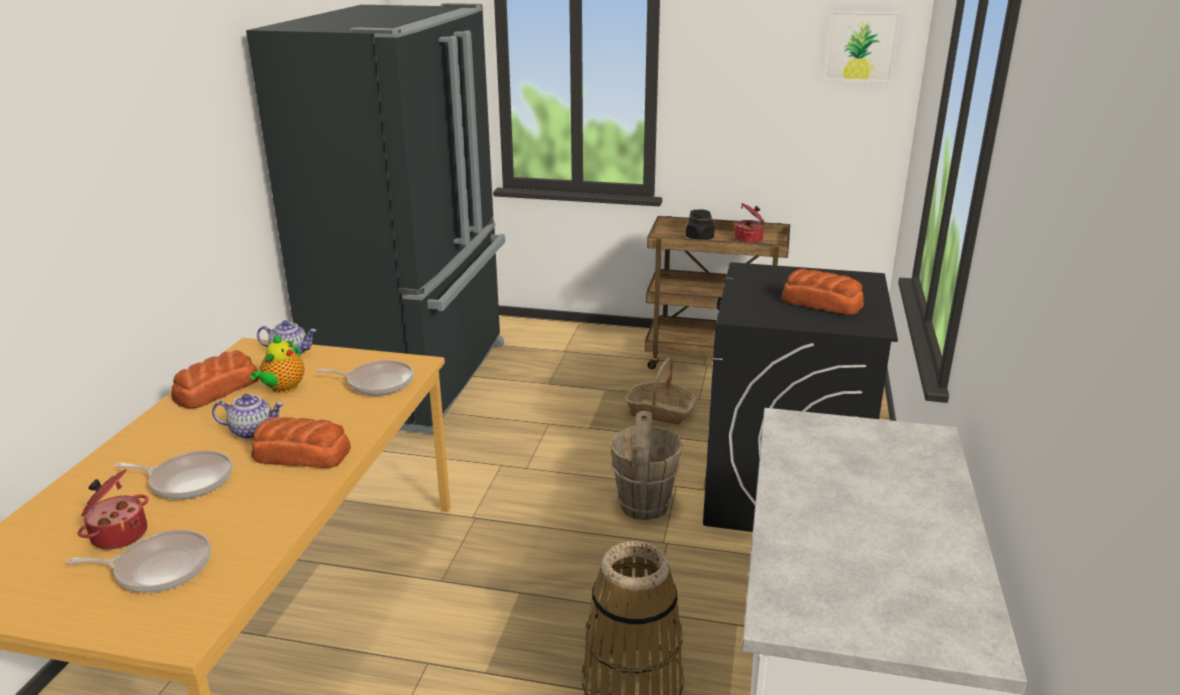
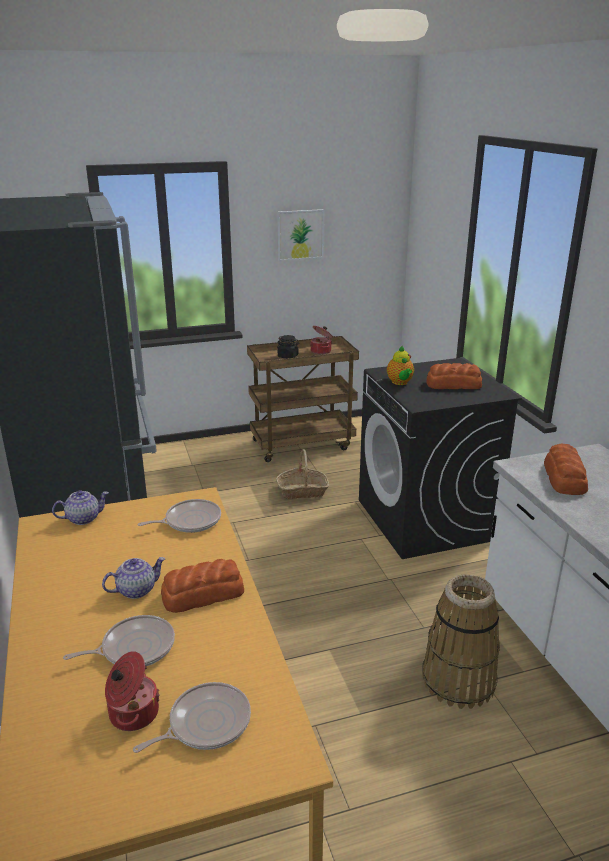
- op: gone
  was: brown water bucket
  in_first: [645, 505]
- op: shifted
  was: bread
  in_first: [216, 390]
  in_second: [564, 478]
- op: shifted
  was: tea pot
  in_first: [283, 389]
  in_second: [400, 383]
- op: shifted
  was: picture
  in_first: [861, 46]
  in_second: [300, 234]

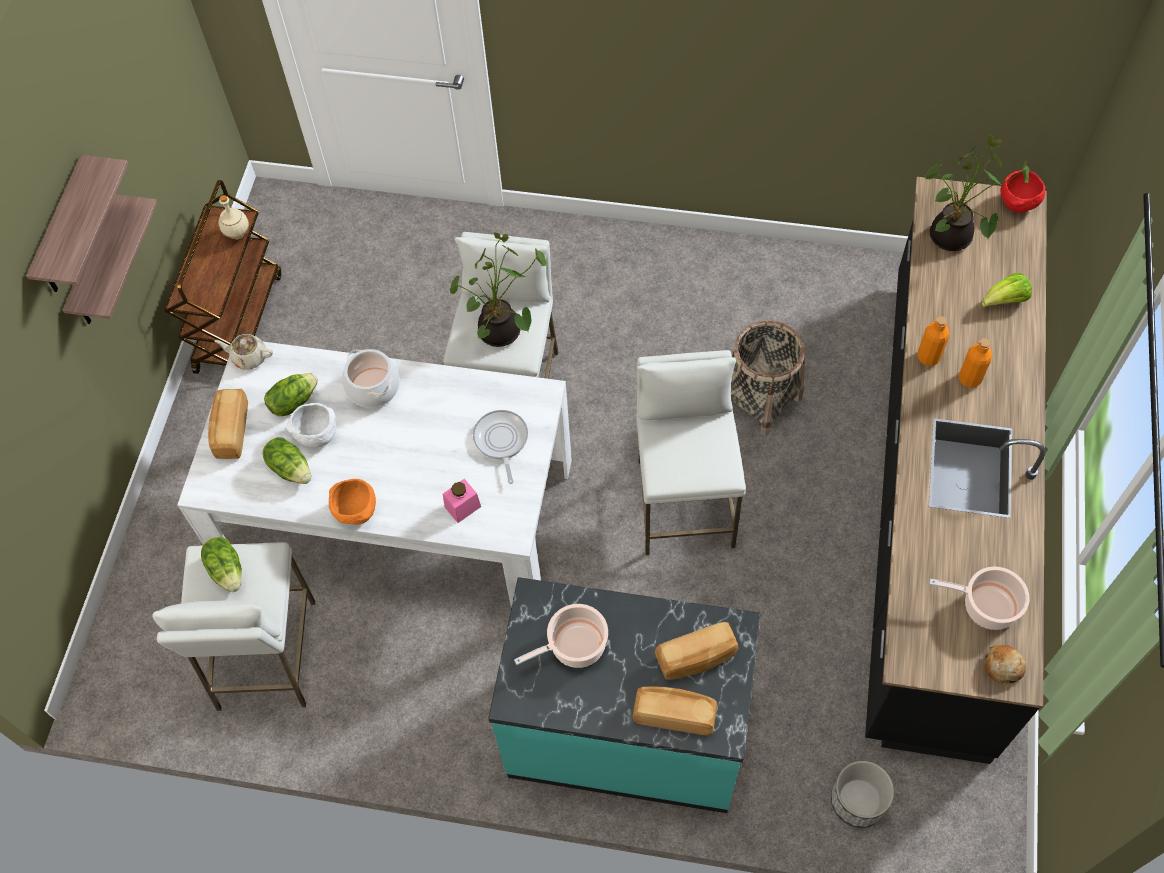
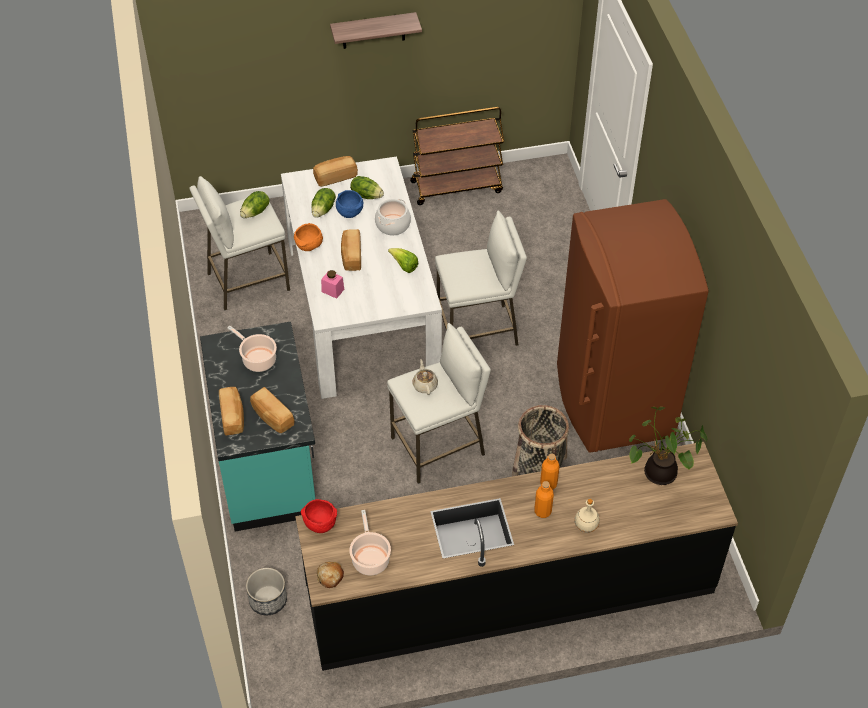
- op: gone
  was: bracket shelf
  in_first: [96, 266]
- op: gone
  was: houseplant
  in_first: [502, 333]
- op: gone
  was: skillet
  in_first: [501, 441]
- op: new
  now: bread
  in_second: [351, 256]
- op: new
  now: brown refrigerator
  in_second: [612, 402]
- op: shifted
  was: sand-coloured tea pot
  in_first: [249, 357]
  in_second: [425, 385]
- op: shifted
  was: sand-coloured beverage bottle
  in_first: [237, 234]
  in_second: [585, 527]
- op: shifted
  was: lettuce head
  in_first: [1004, 301]
  in_second: [404, 266]
- op: shifted
  was: red deep dish
  in_first: [1017, 204]
  in_second: [319, 524]
- op: repainted
  was: white-coloured deep dish
  now: blue deep dish
  in_first: [316, 436]
  in_second: [349, 212]

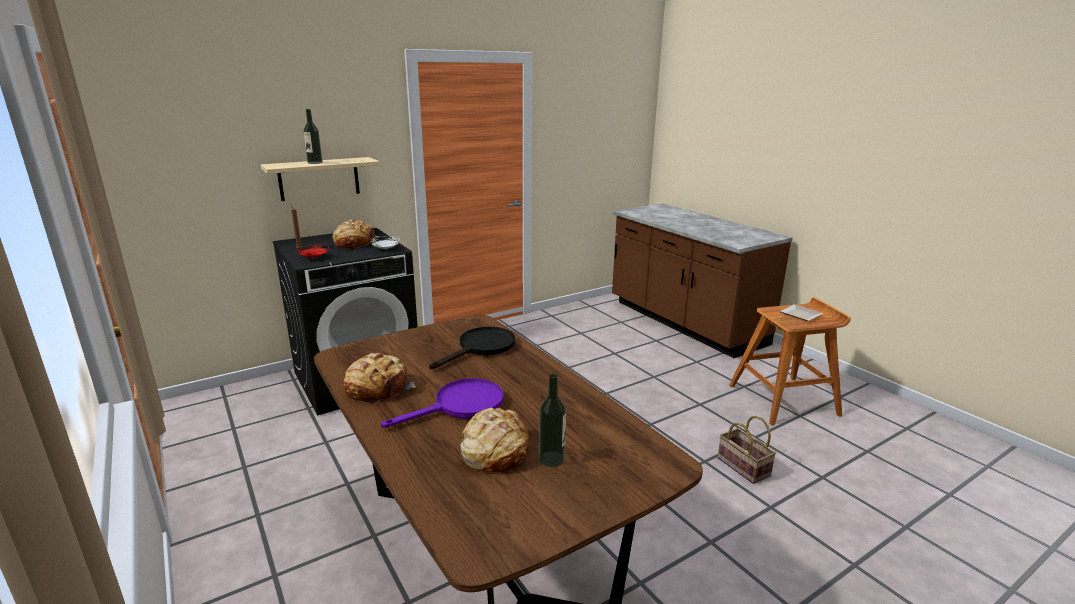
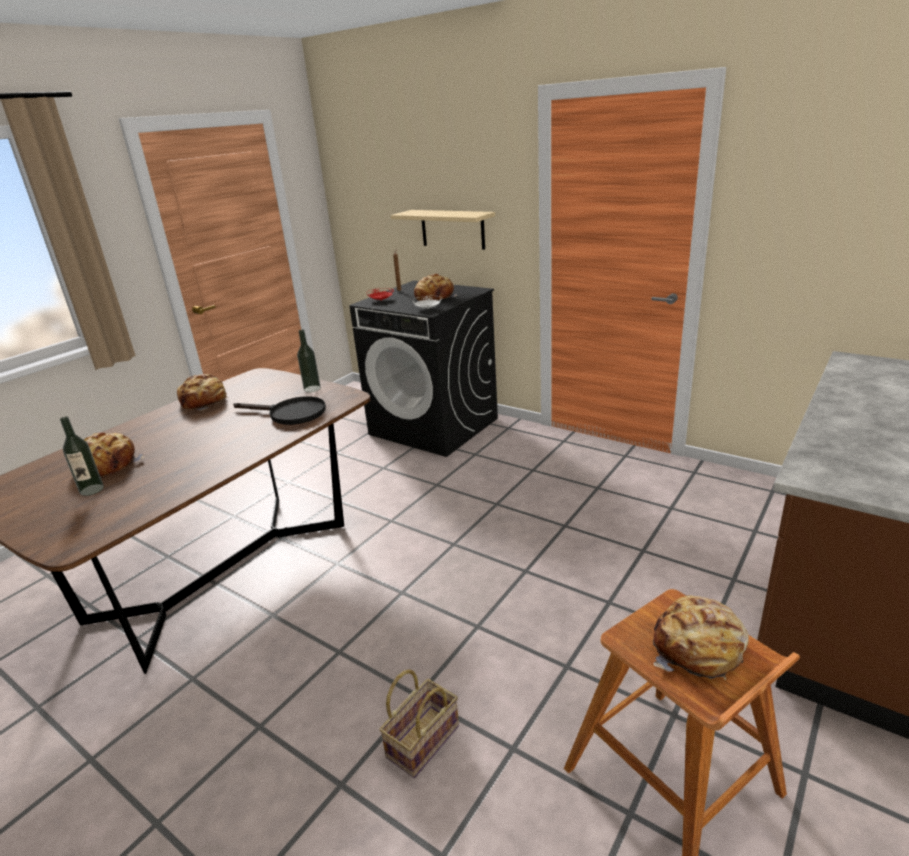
- op: gone
  was: purplish skillet
  in_first: [460, 406]
- op: shifted
  was: beverage bottle
  in_first: [315, 162]
  in_second: [312, 389]
- op: swapped
  was: dinner plate
  now: bread
  in_first: [800, 314]
  in_second: [698, 648]

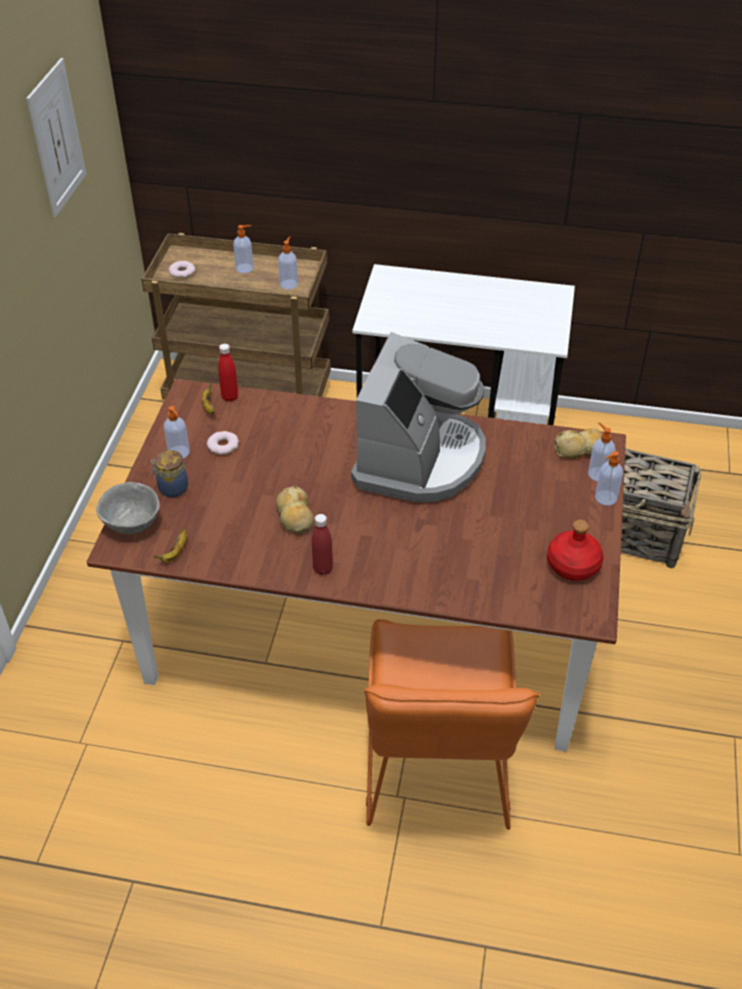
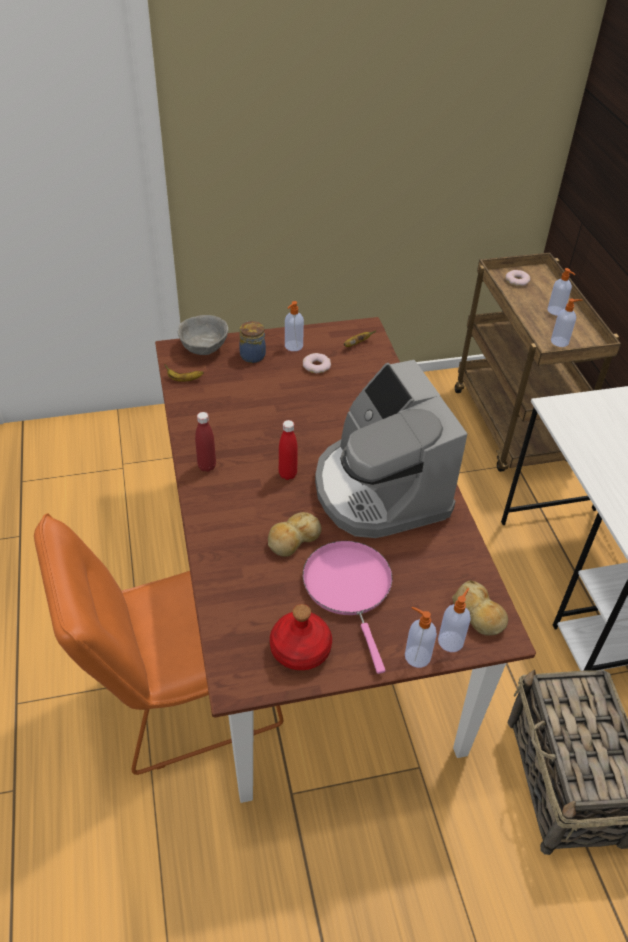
- op: gone
  was: picture
  in_first: [56, 138]
- op: new
  now: pinkish skillet
  in_second: [349, 588]
- op: shifted
  was: red beverage bottle
  in_first: [230, 397]
  in_second: [287, 474]
- op: shifted
  was: bread
  in_first: [295, 516]
  in_second: [293, 539]
- op: rotated
  was: coffee brewer
  in_first: [419, 459]
  in_second: [379, 490]
  clockwise: 75

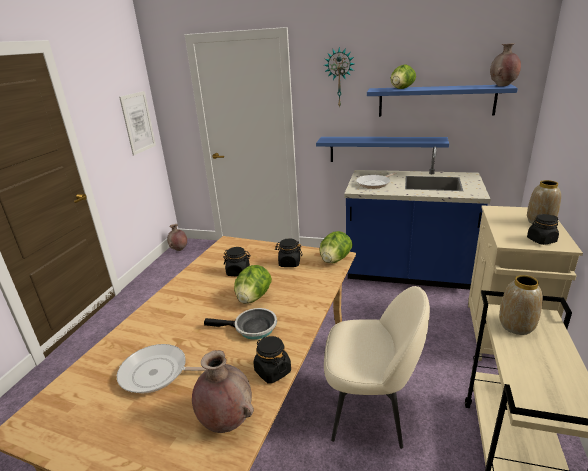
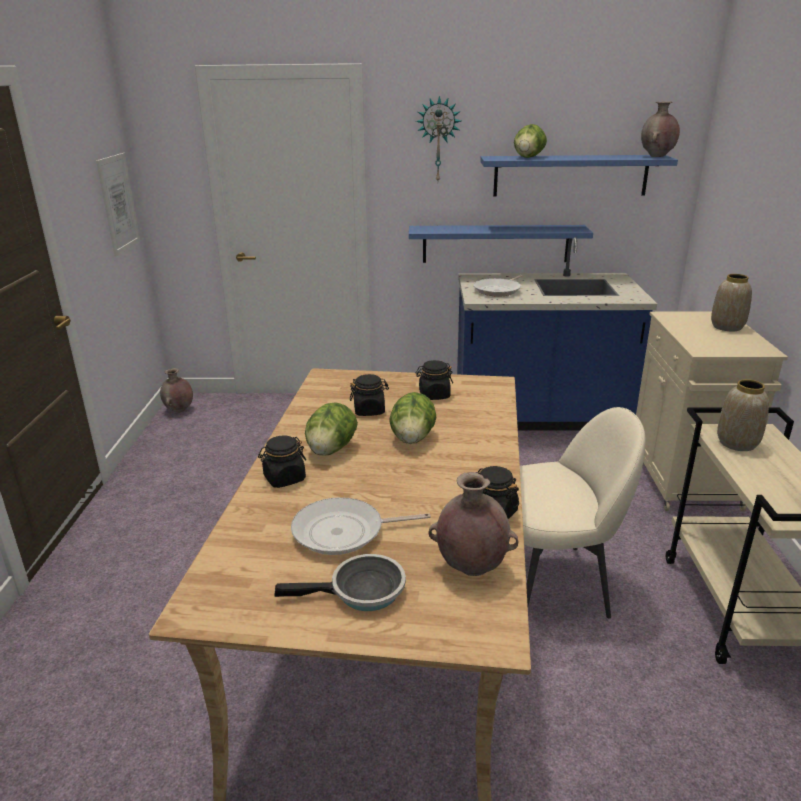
- op: shifted
  was: skillet
  in_first: [252, 328]
  in_second: [361, 592]
- op: shifted
  was: lettuce head
  in_first: [335, 260]
  in_second: [331, 450]
- op: shifted
  was: black-coloured storage jar
  in_first: [541, 240]
  in_second: [284, 478]

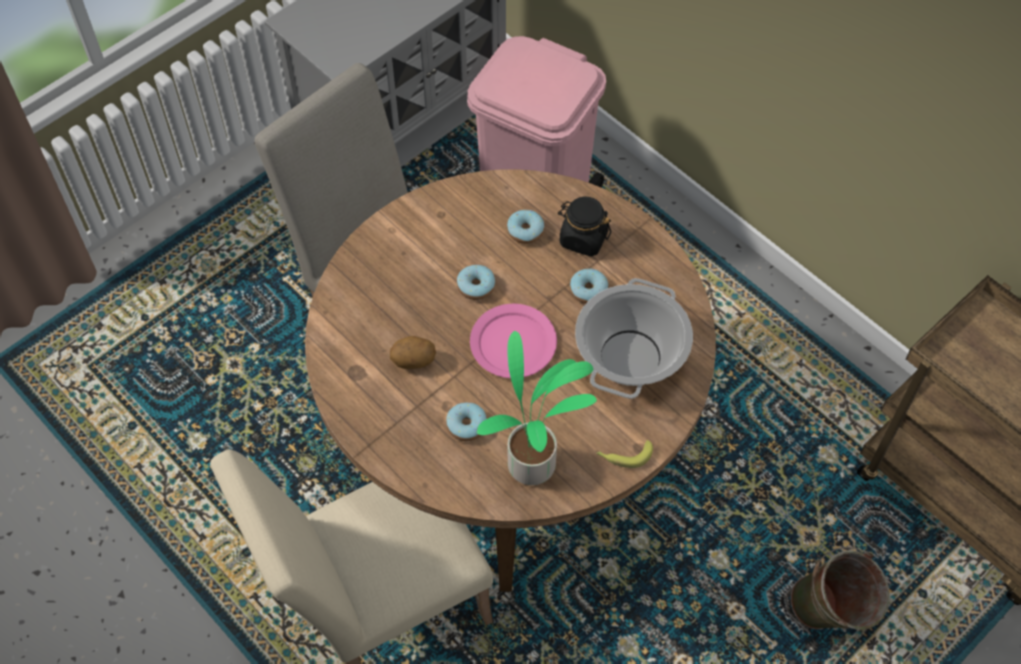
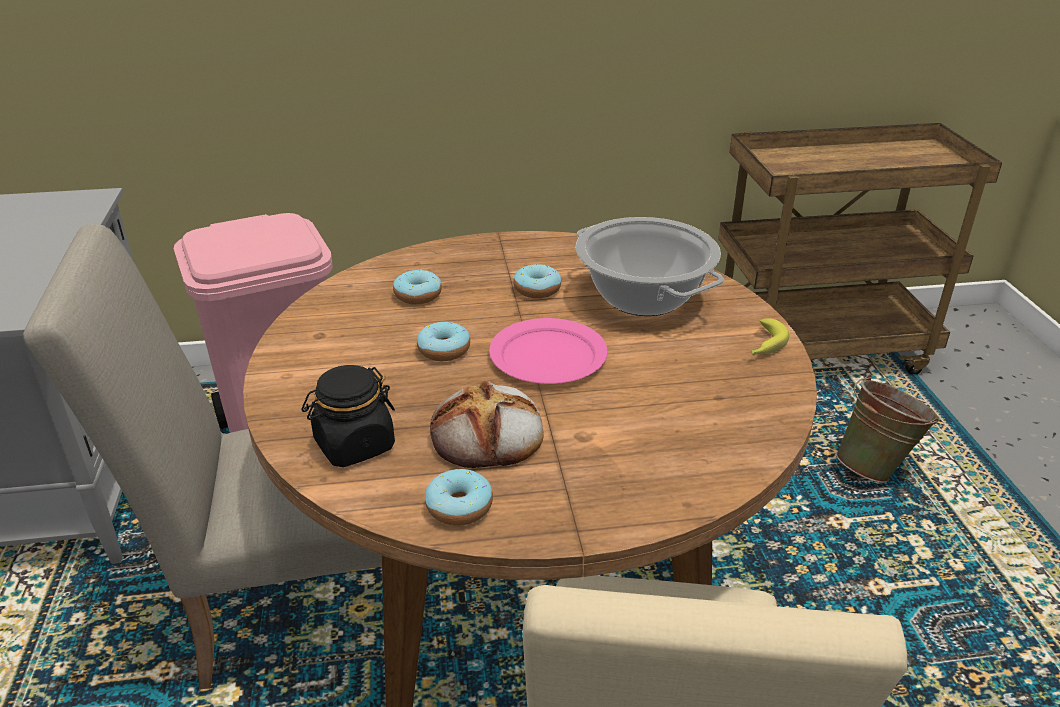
- op: gone
  was: houseplant
  in_first: [534, 467]
- op: shifted
  was: doughnut
  in_first: [466, 425]
  in_second: [459, 507]
- op: shifted
  was: black-coloured storage jar
  in_first: [583, 238]
  in_second: [354, 445]
- op: swapped
  was: whole potato
  now: bread
  in_first: [414, 360]
  in_second: [488, 434]

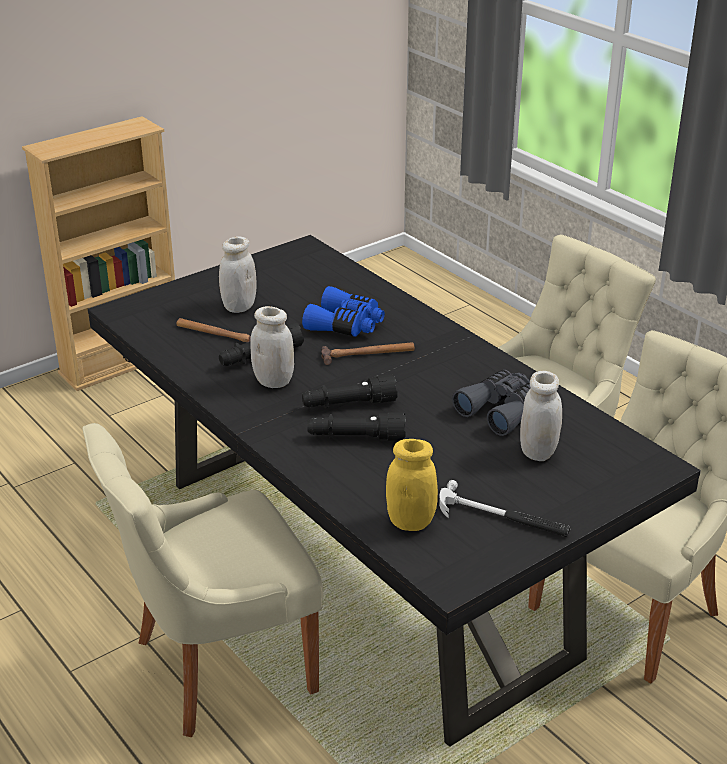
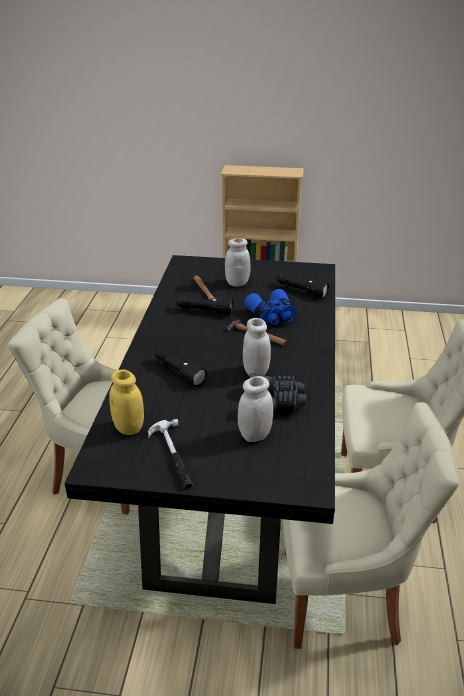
- op: shifted
  was: white-coloured storage jar
  in_first: [273, 381]
  in_second: [256, 372]
- op: shifted
  was: black-coloured hand torch
  in_first: [349, 404]
  in_second: [301, 291]

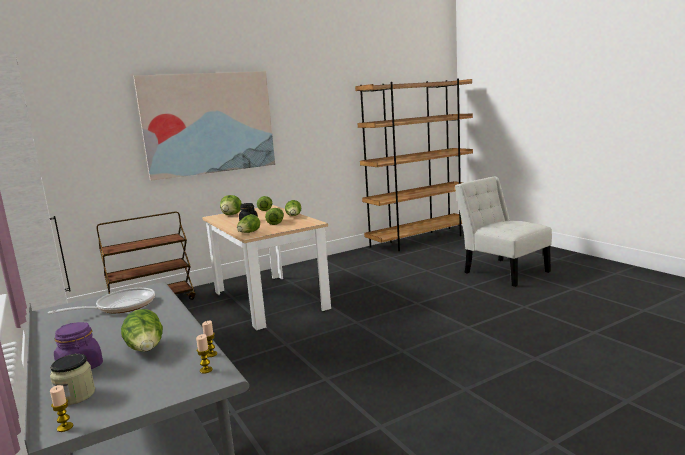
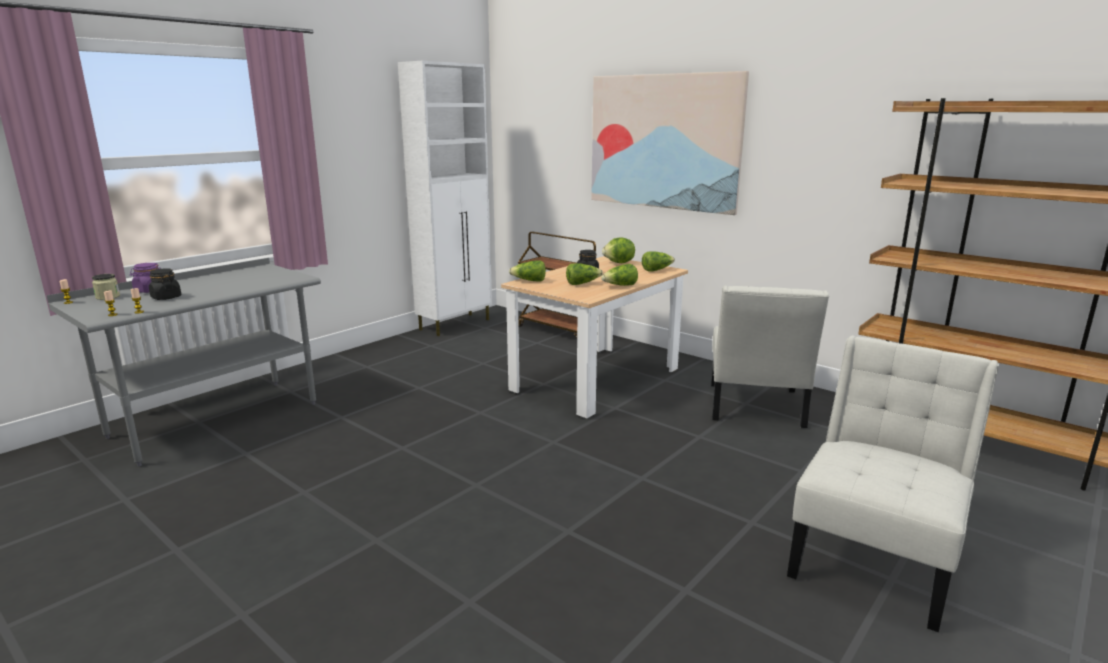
- op: gone
  was: skillet
  in_first: [121, 306]
- op: new
  now: white-coloured upright chair
  in_second: [755, 408]
- op: swapped
  was: lettuce head
  now: black-coloured storage jar
  in_first: [146, 349]
  in_second: [166, 297]

